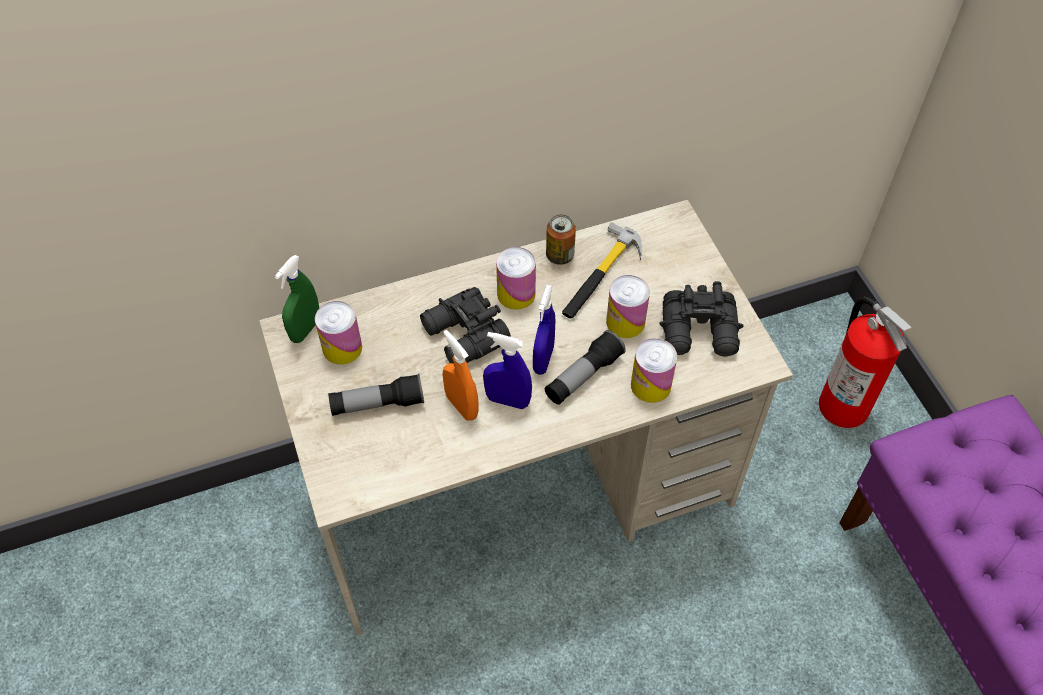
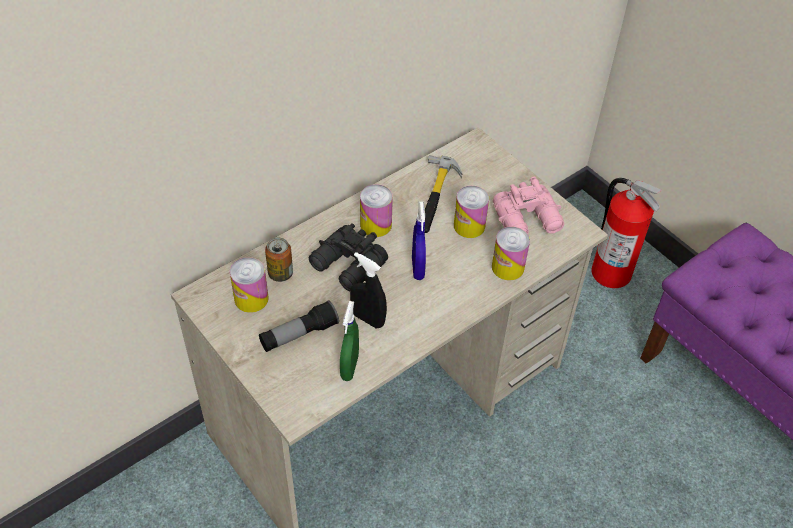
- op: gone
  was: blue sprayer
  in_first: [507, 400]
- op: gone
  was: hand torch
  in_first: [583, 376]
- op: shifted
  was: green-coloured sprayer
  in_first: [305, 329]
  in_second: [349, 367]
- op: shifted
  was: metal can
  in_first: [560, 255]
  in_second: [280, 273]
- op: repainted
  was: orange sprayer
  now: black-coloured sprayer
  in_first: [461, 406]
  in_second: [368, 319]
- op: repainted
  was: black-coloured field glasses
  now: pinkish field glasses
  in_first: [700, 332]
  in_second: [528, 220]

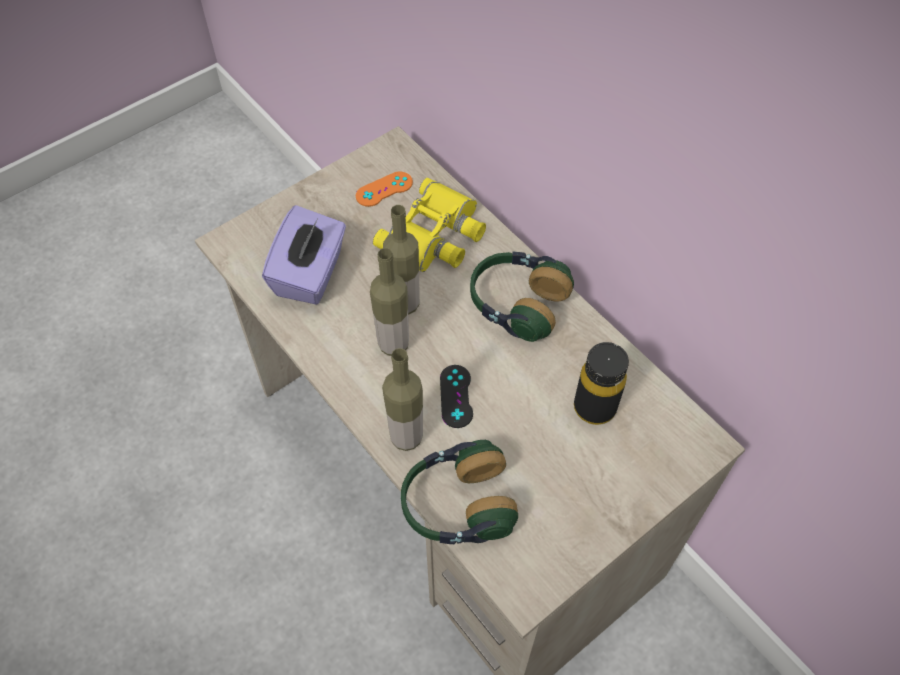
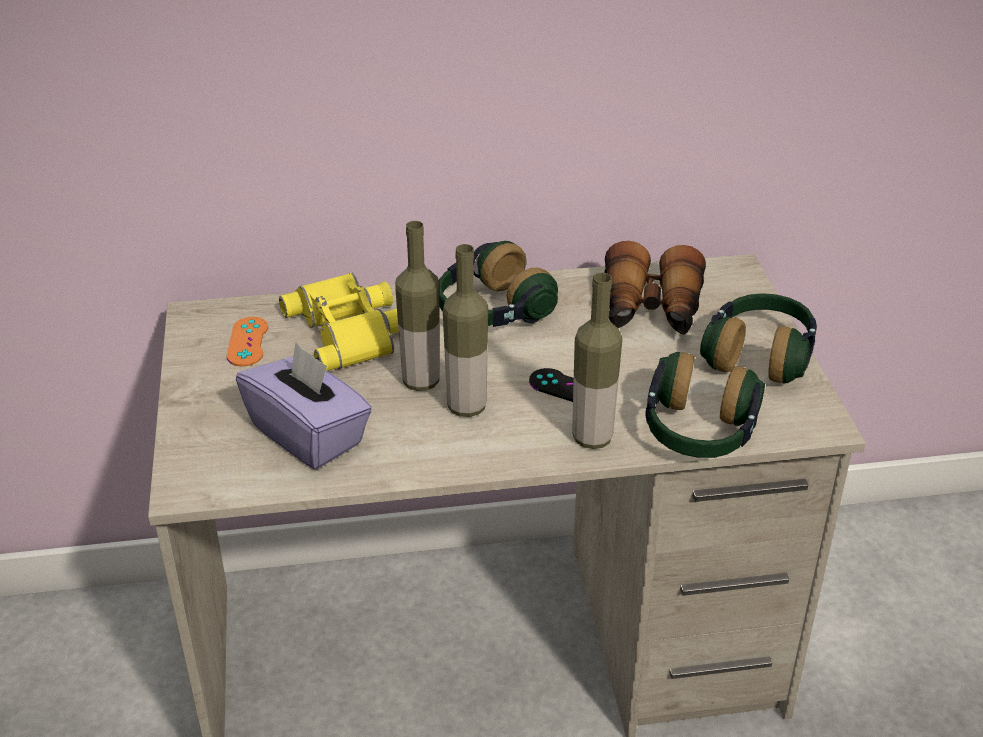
- op: new
  now: headset
  in_second: [759, 356]
- op: swapped
  was: black-coloured beverage bottle
  now: field glasses
  in_first: [594, 407]
  in_second: [650, 311]

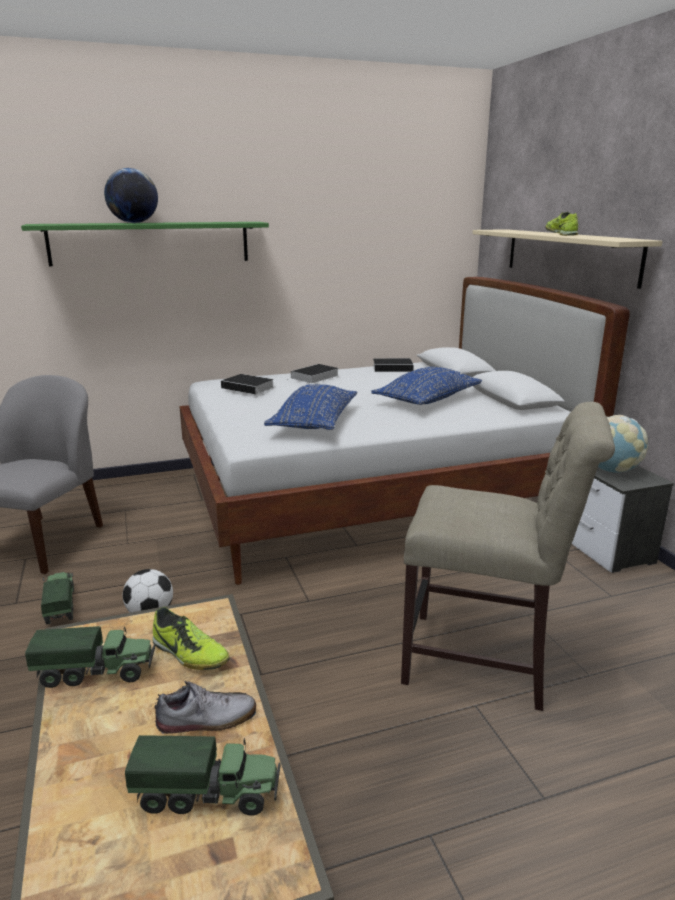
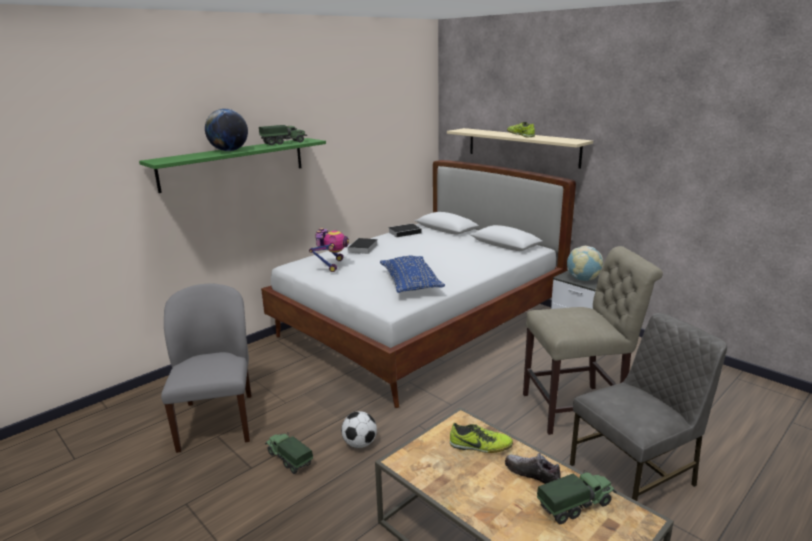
- op: gone
  was: blue throw pillow
  in_first: [427, 400]
- op: new
  now: gray upright chair
  in_second: [635, 475]
- op: shifted
  was: toy truck
  in_first: [96, 672]
  in_second: [284, 143]
- op: swapped
  was: volume
  now: toy robot
  in_first: [249, 387]
  in_second: [331, 265]
- op: rotated
  was: item of footwear
  in_first: [207, 719]
  in_second: [532, 474]
  clockwise: -105

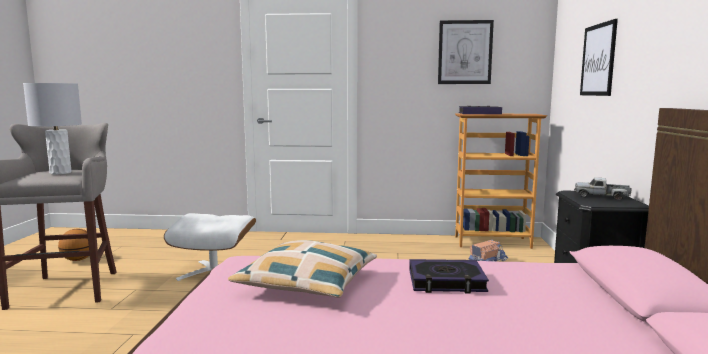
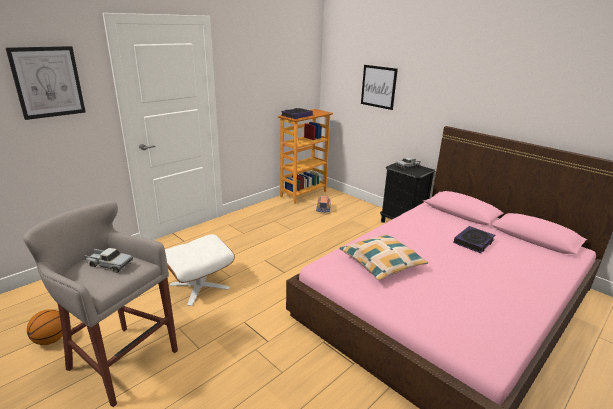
- op: shifted
  was: volume
  in_first: [446, 281]
  in_second: [474, 242]
- op: shifted
  was: picture
  in_first: [465, 52]
  in_second: [48, 82]
- op: swapped
  was: gray table lamp
  now: toy truck
  in_first: [61, 172]
  in_second: [109, 264]

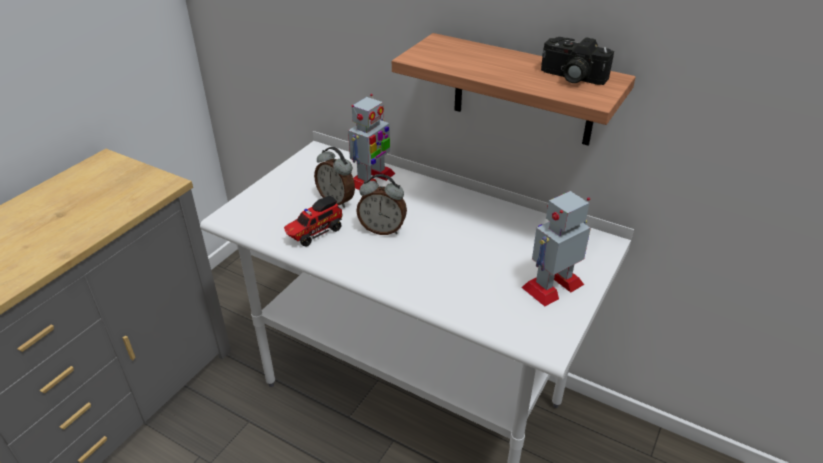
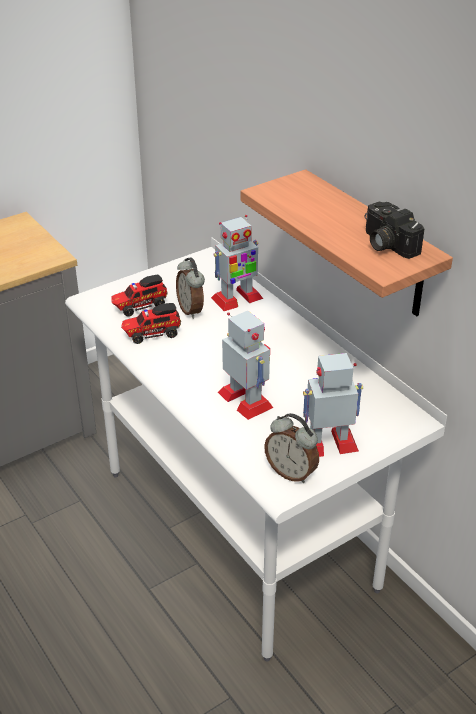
- op: new
  now: toy truck
  in_second: [139, 306]
- op: new
  now: toy robot
  in_second: [246, 400]
- op: shifted
  was: table clock
  in_first: [382, 229]
  in_second: [291, 472]

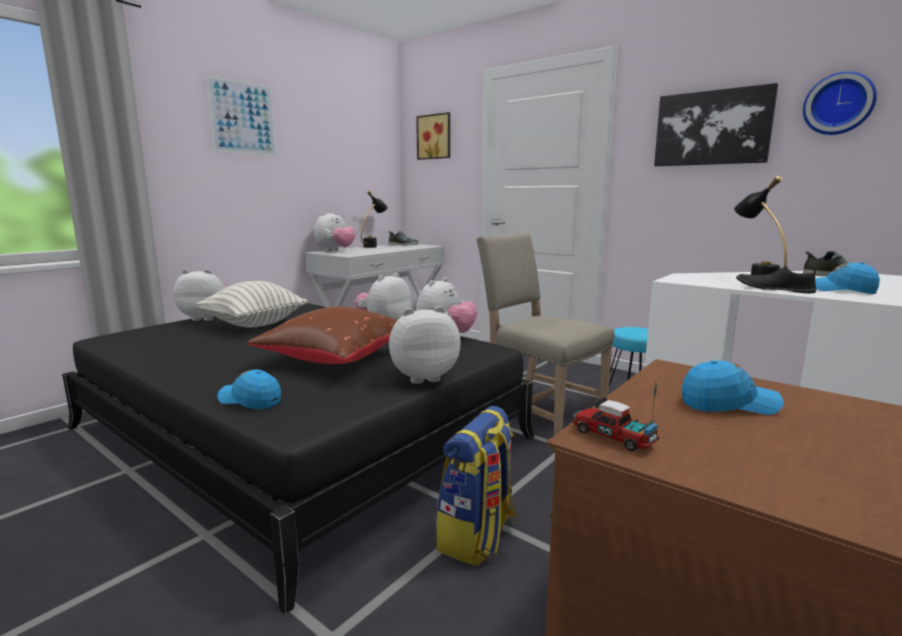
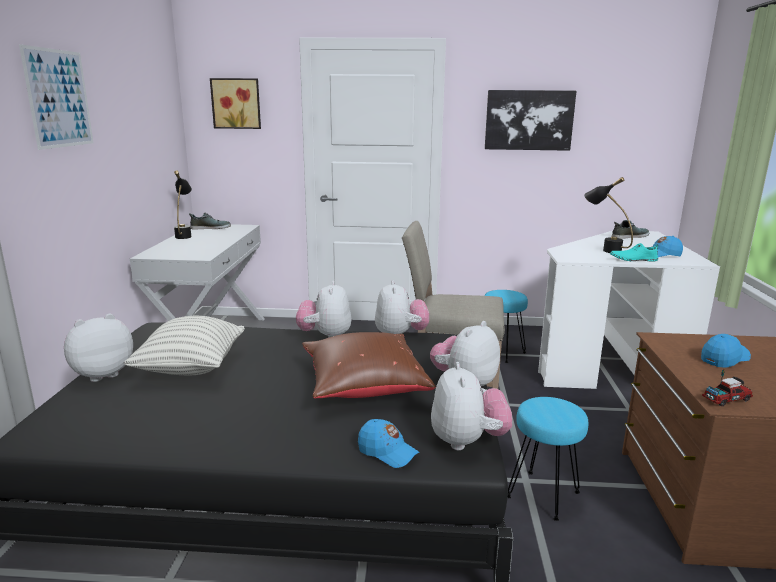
- op: gone
  was: hanging clock
  in_first: [838, 104]
- op: shifted
  was: plush toy
  in_first: [335, 251]
  in_second: [467, 441]
- op: swapped
  was: rucksack
  now: turquoise sitting stool
  in_first: [478, 536]
  in_second: [543, 495]
- op: repainted
  was: black-coloured item of footwear
  now: turquoise item of footwear
  in_first: [773, 289]
  in_second: [633, 259]
- op: rotated
  was: blue baseball cap
  in_first: [250, 400]
  in_second: [387, 452]
  clockwise: -135
- op: rotated
  was: toy truck
  in_first: [612, 437]
  in_second: [727, 399]
  clockwise: 150

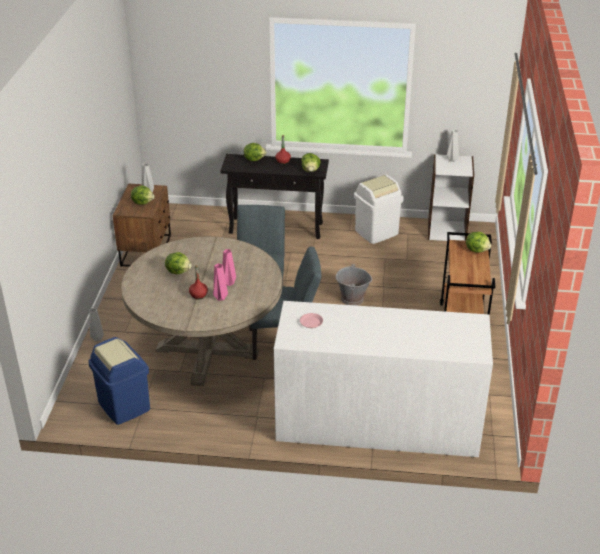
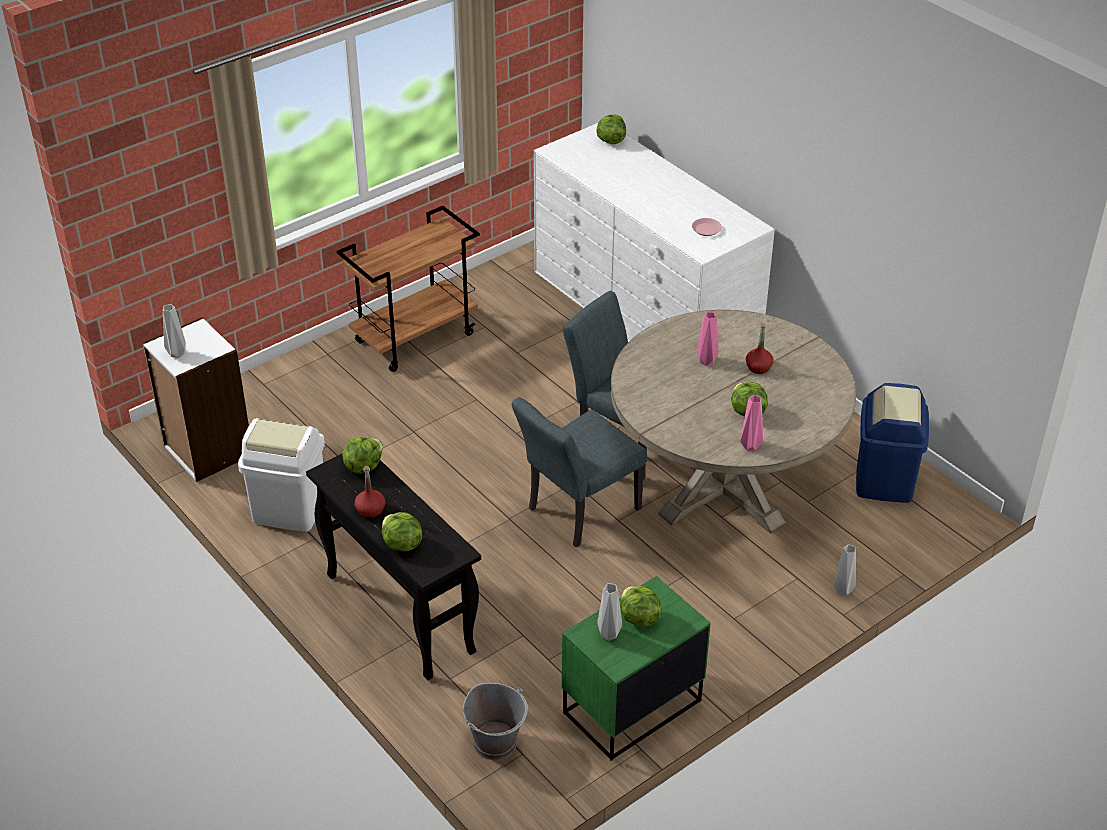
- op: shifted
  was: pinkish vase
  in_first: [220, 298]
  in_second: [750, 445]
- op: shifted
  was: gray water bucket
  in_first: [352, 299]
  in_second: [496, 742]
- op: shifted
  was: lettuce head
  in_first: [477, 250]
  in_second: [610, 140]
- op: repainted
  was: brown bedside table
  now: green-coloured bedside table
  in_first: [147, 250]
  in_second: [630, 707]

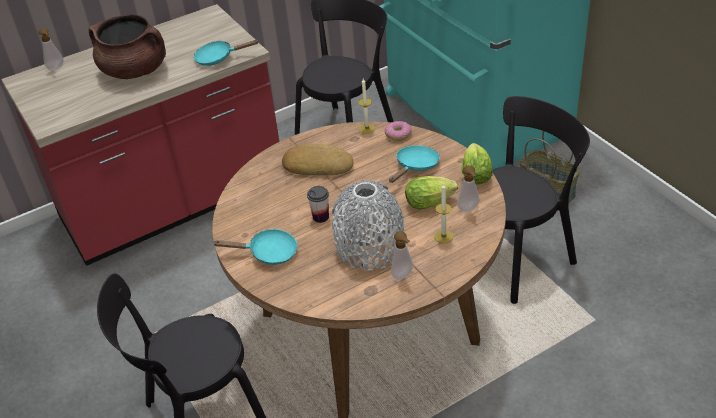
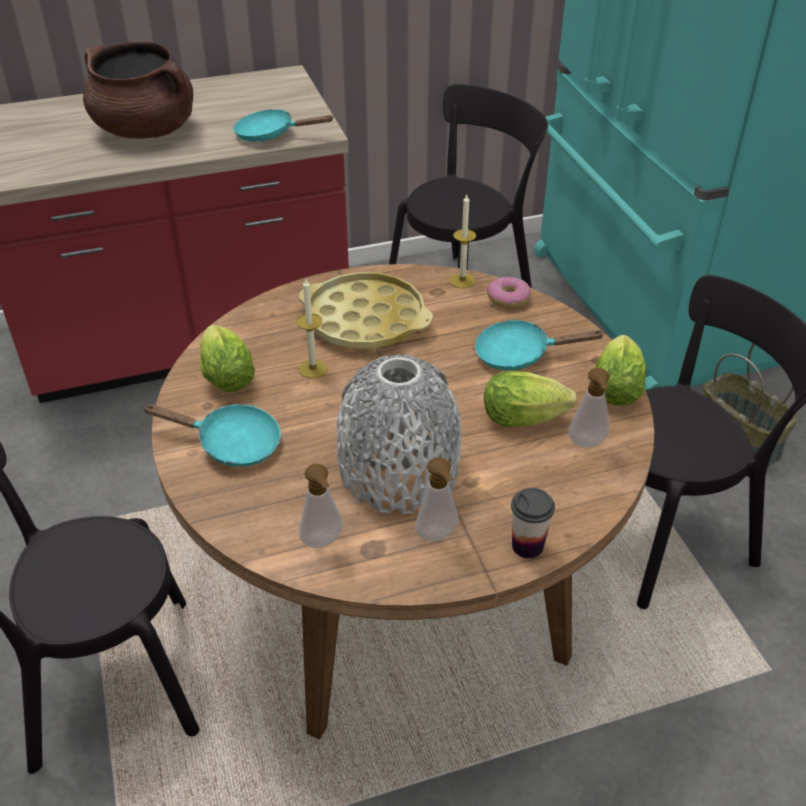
- op: new
  now: lettuce head
  in_second: [225, 374]
- op: shifted
  was: liquid soap bottle
  in_first: [56, 68]
  in_second: [323, 542]
- op: shifted
  was: small cup
  in_first: [321, 217]
  in_second: [527, 546]
- op: shifted
  was: wax light
  in_first: [443, 236]
  in_second: [313, 368]
- op: swapped
  was: bread
  now: yellow-coloured serving tray
  in_first: [317, 165]
  in_second: [365, 320]
- op: rotated
  was: turquoise skillet
  in_first: [415, 166]
  in_second: [519, 354]
  clockwise: -135

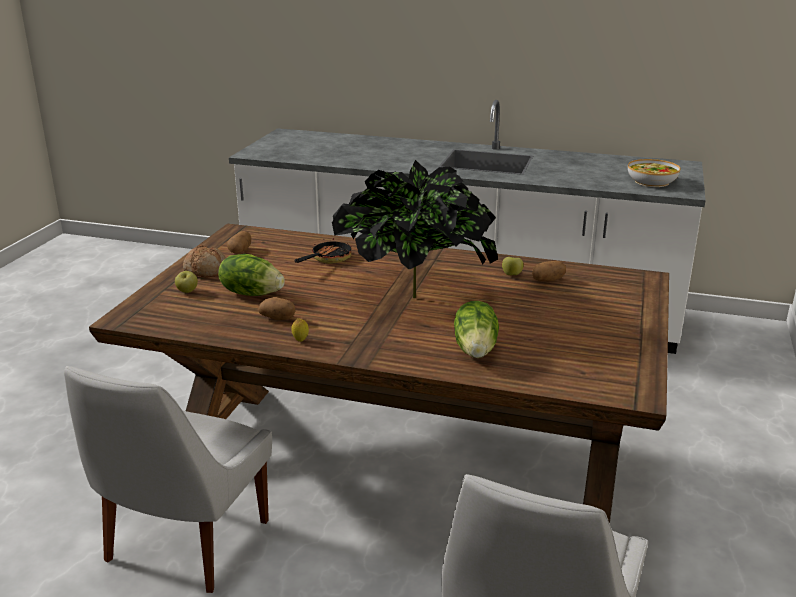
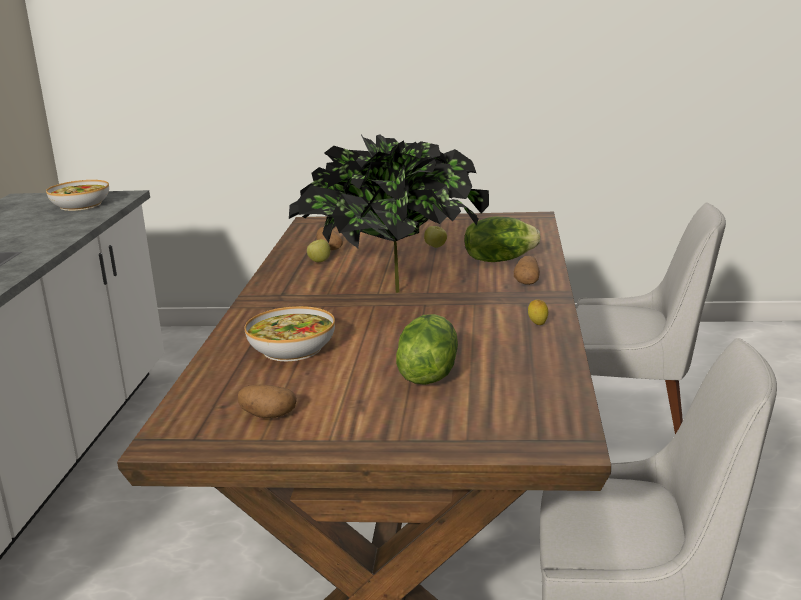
- op: gone
  was: bread
  in_first: [206, 270]
- op: shifted
  was: apple
  in_first: [187, 291]
  in_second: [436, 247]
- op: shifted
  was: whole potato
  in_first: [278, 318]
  in_second: [527, 282]
- op: swapped
  was: skillet
  now: deep dish
  in_first: [327, 259]
  in_second: [292, 349]

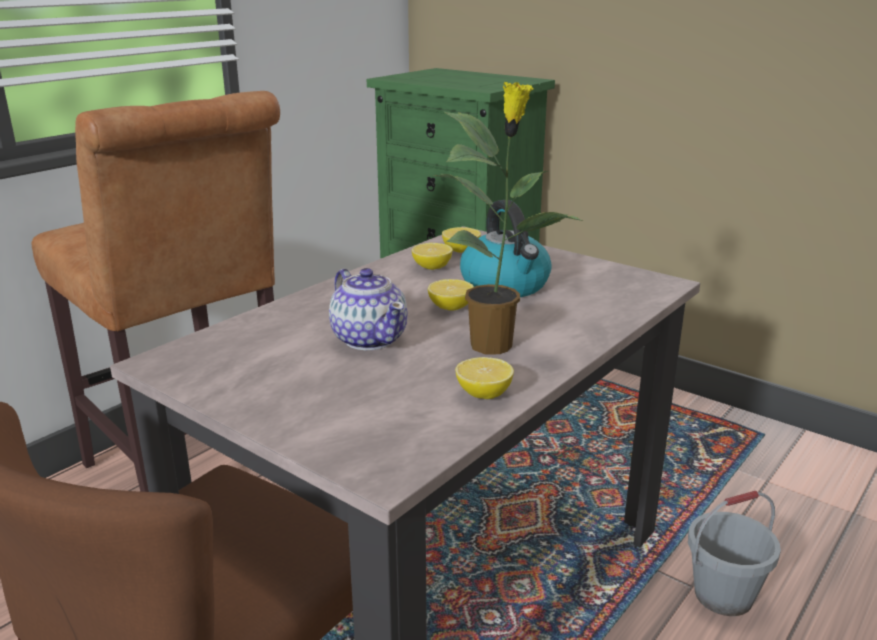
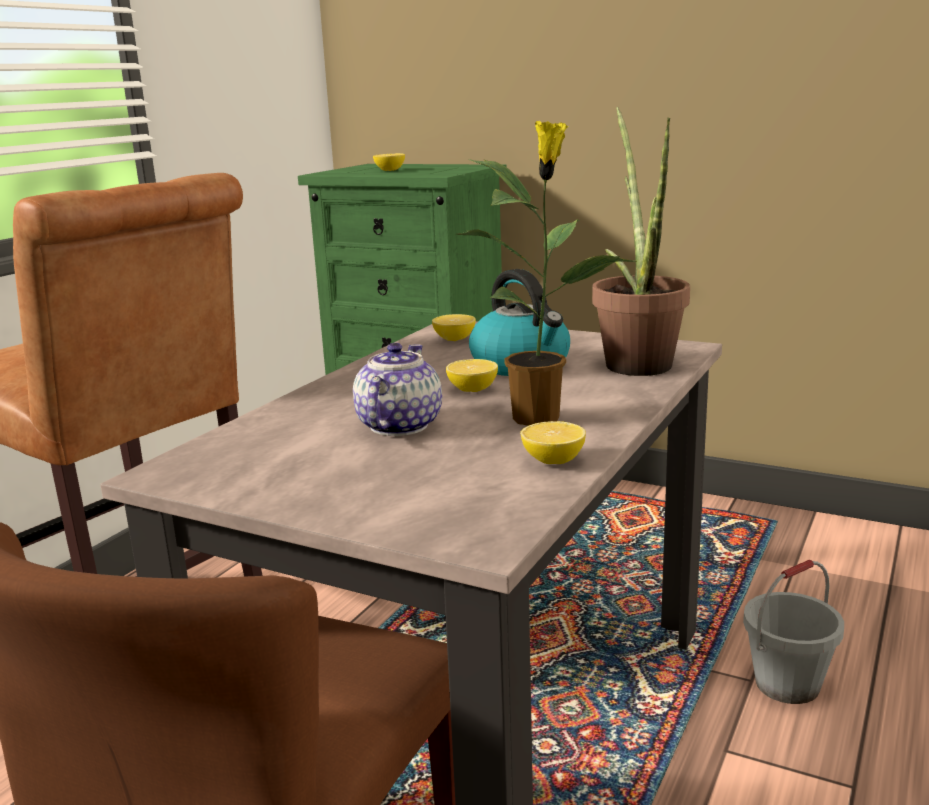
- op: new
  now: houseplant
  in_second: [635, 361]
- op: shifted
  was: citrus fruit
  in_first: [432, 267]
  in_second: [389, 170]
- op: rotated
  was: tea pot
  in_first: [369, 338]
  in_second: [398, 426]
  clockwise: -120

